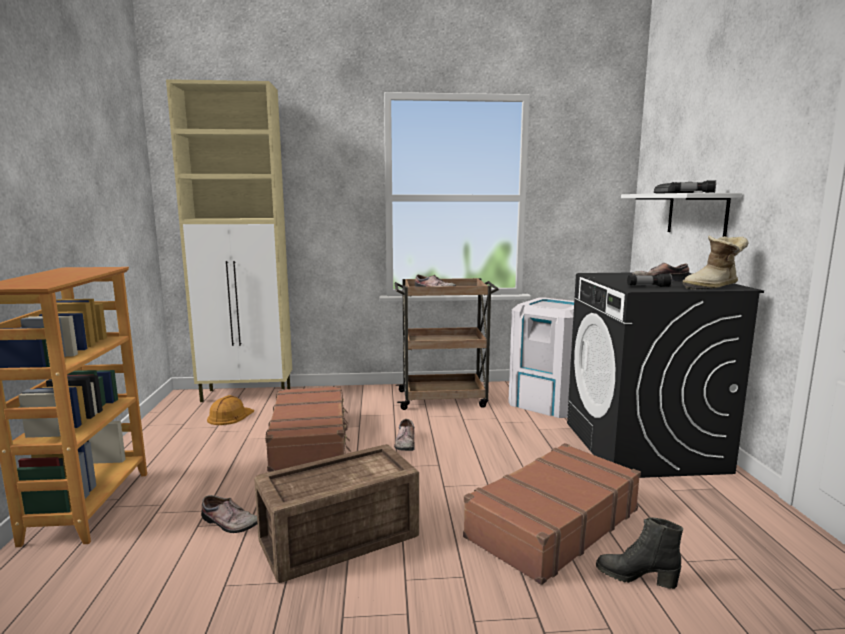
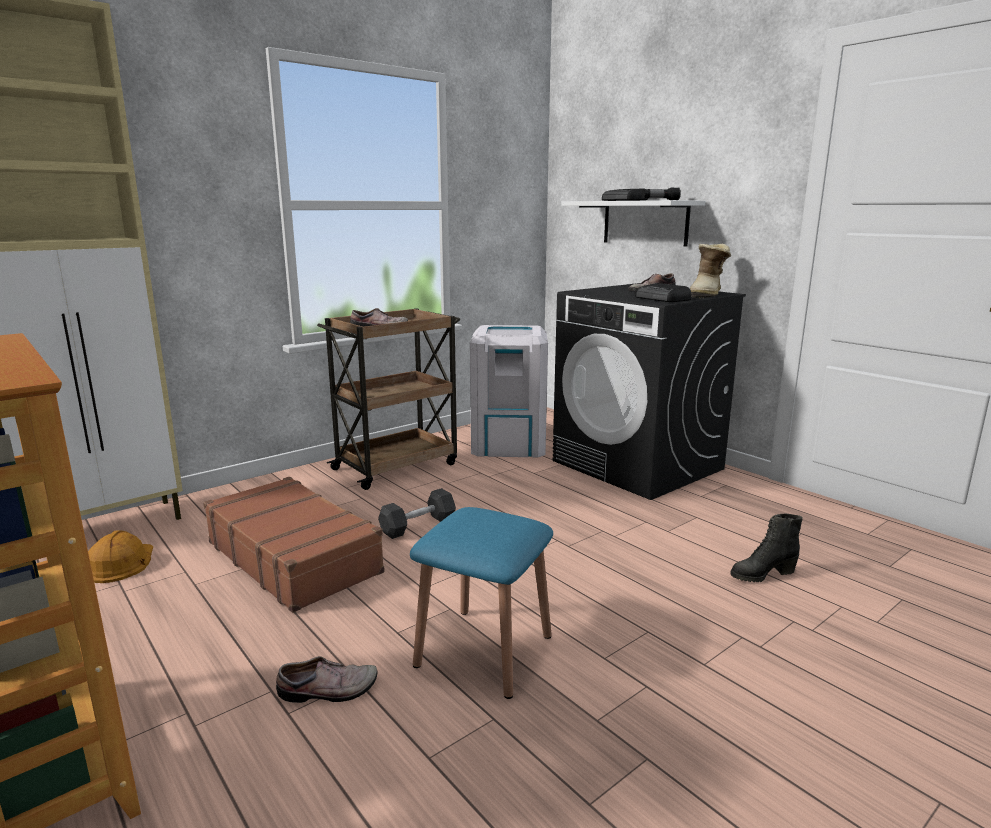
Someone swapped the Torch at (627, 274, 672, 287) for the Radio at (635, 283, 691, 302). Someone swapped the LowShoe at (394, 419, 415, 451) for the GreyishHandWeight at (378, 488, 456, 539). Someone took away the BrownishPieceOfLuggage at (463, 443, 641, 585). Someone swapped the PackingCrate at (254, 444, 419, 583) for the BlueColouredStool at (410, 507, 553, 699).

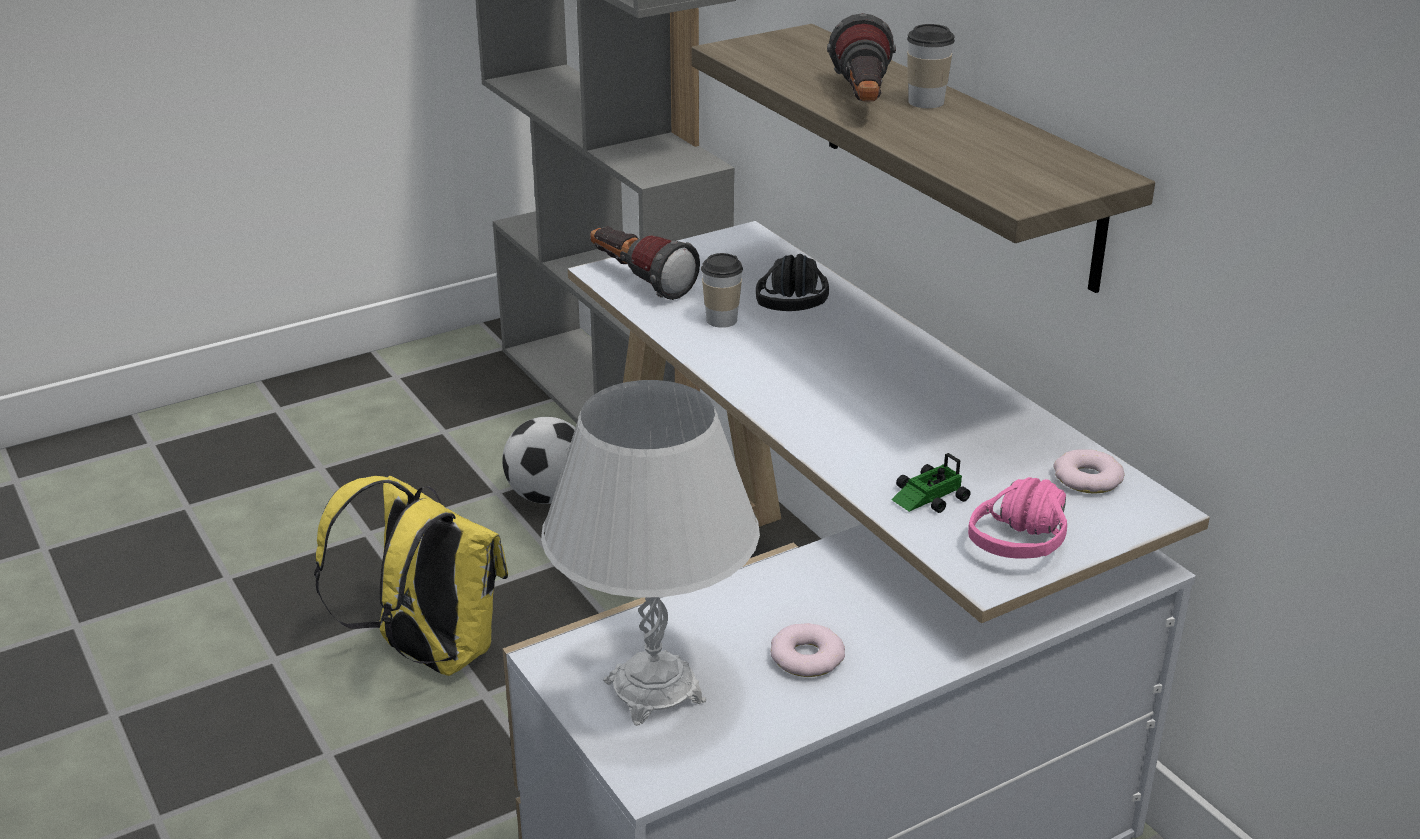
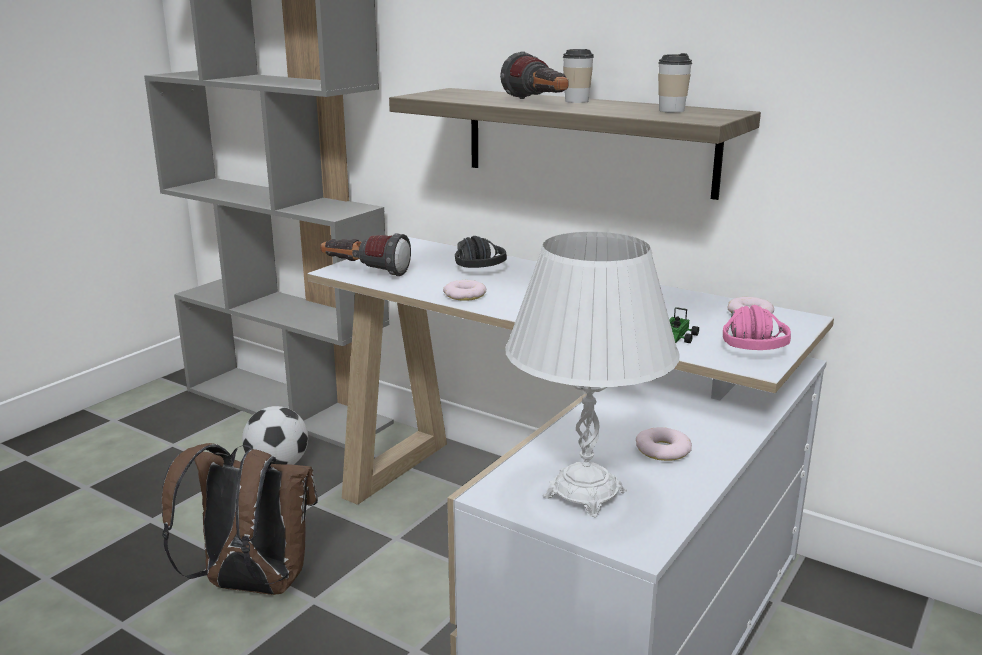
Someone carried the Cup from (701, 253, 743, 328) to (658, 53, 692, 113). Someone repainted the YellowishKnapsack at (314, 475, 508, 676), which became the BrownishKnapsack at (162, 443, 318, 595). Someone put down the Doughnut at (443, 280, 486, 301).

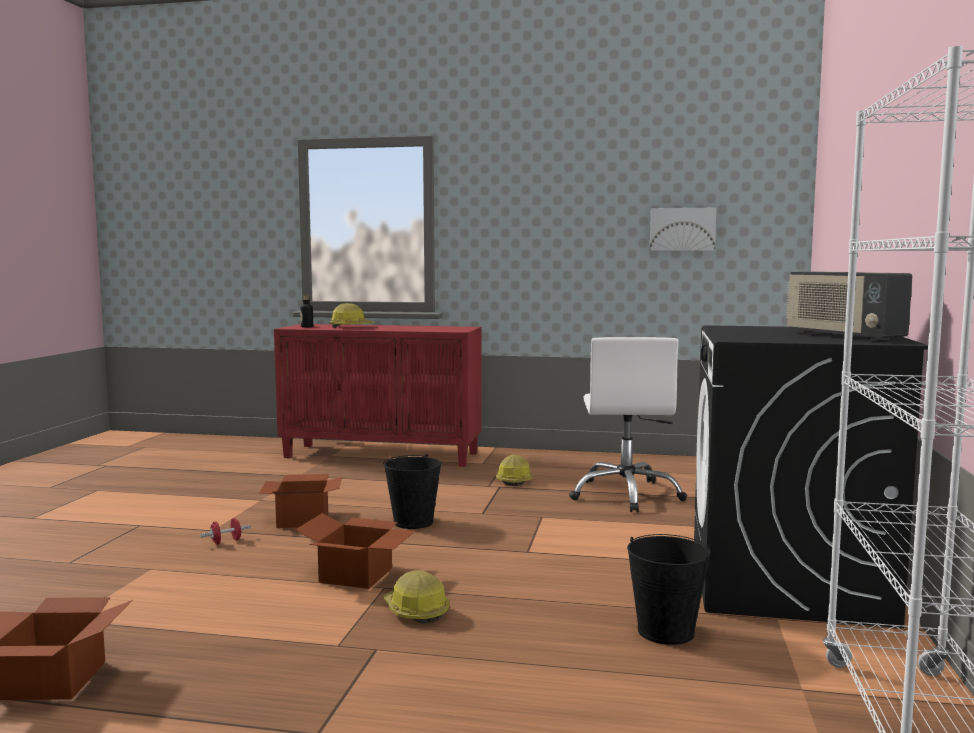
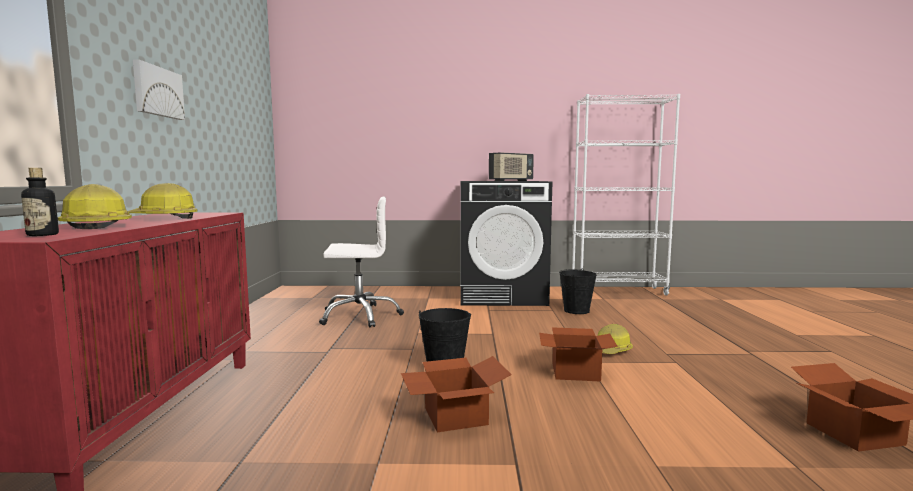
Someone carried the WallPicture from (650, 208, 716, 251) to (133, 60, 185, 120). Someone carried the WorkHelmet from (495, 455, 533, 486) to (127, 183, 198, 219). Someone took away the RedColouredHandWeight at (200, 518, 250, 544).

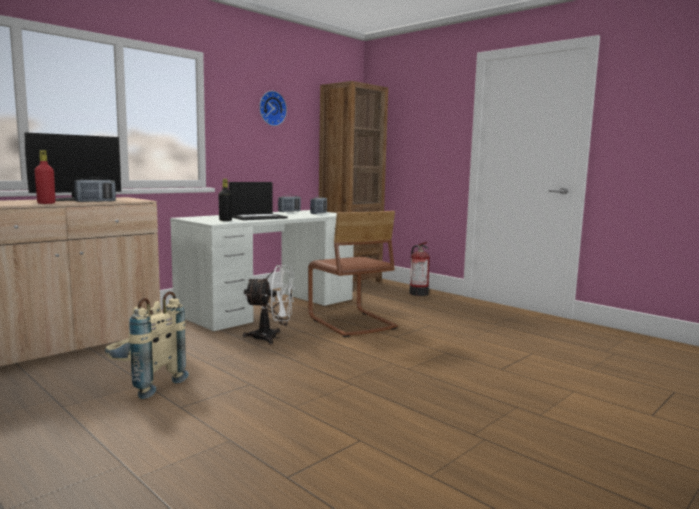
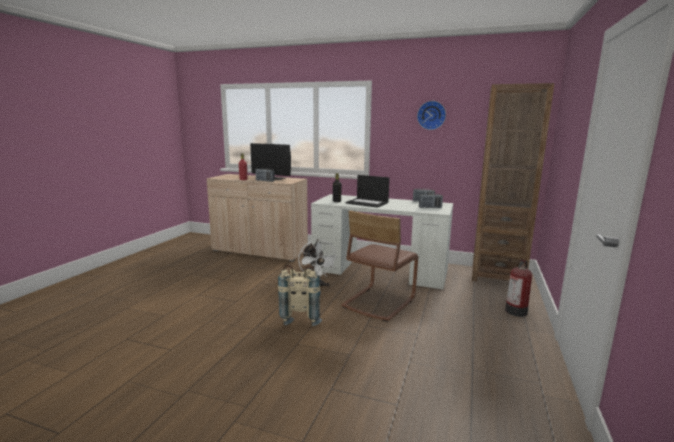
Someone carried the SandColouredKnapsack from (105, 291, 189, 399) to (278, 265, 322, 326).

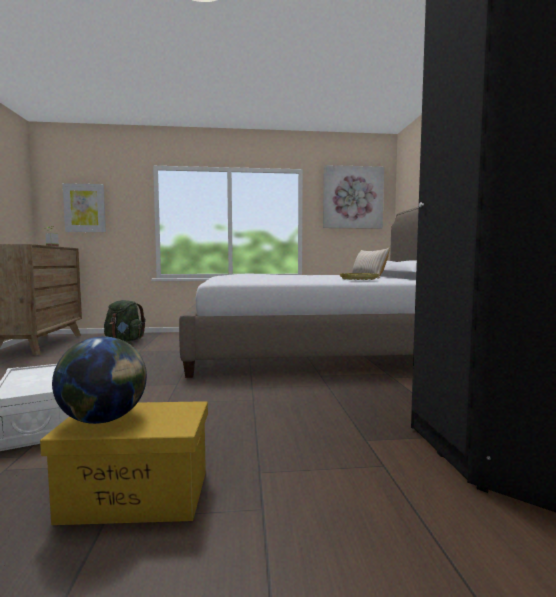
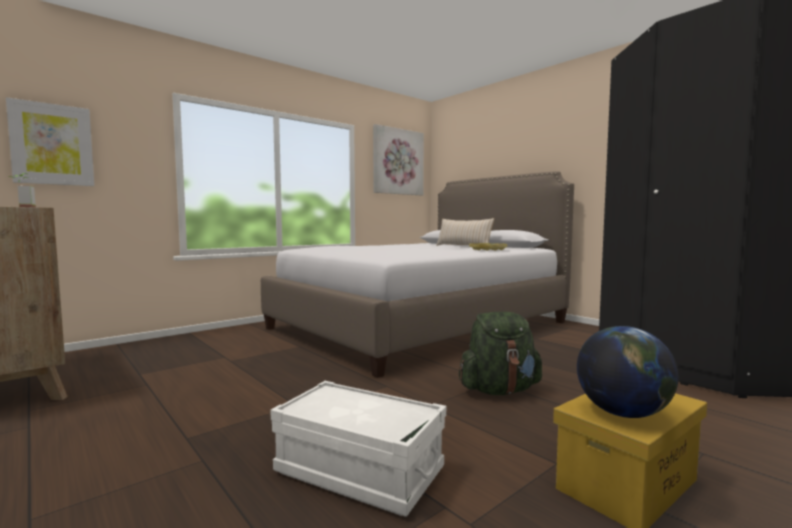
Someone carried the GreenKnapsack from (104, 300, 146, 342) to (459, 312, 542, 395).

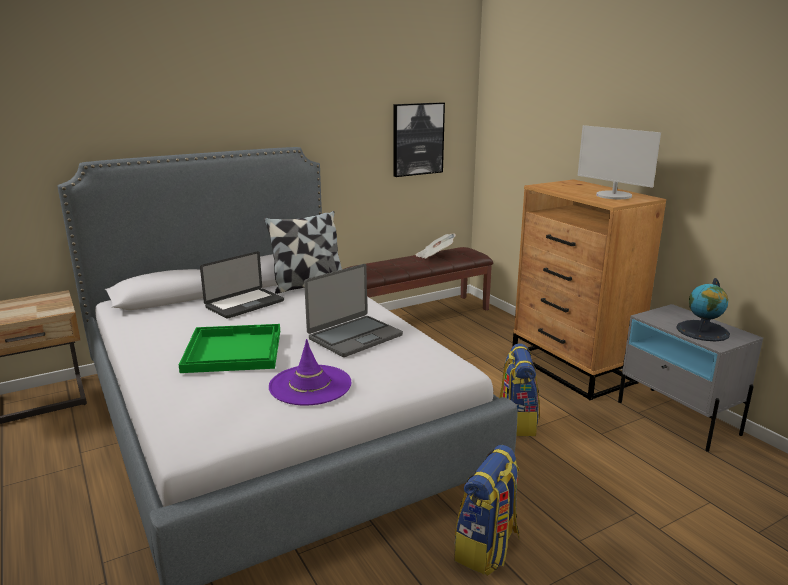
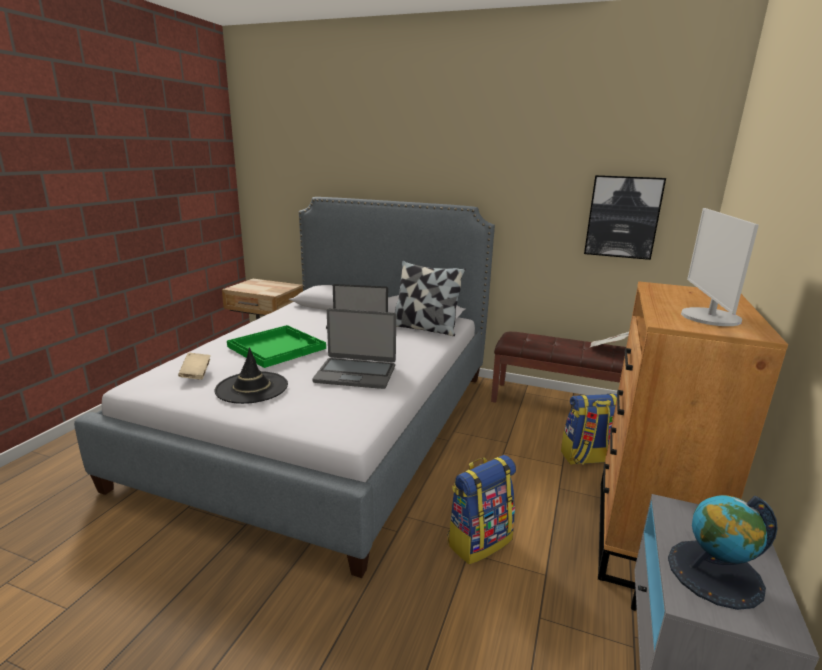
Someone repainted the PurplishWearableHat at (269, 339, 351, 406), which became the BlackWearableHat at (215, 347, 288, 404). Someone carried the Knapsack from (454, 445, 520, 576) to (561, 394, 617, 465). Someone put down the SandColouredVolume at (178, 353, 211, 380).

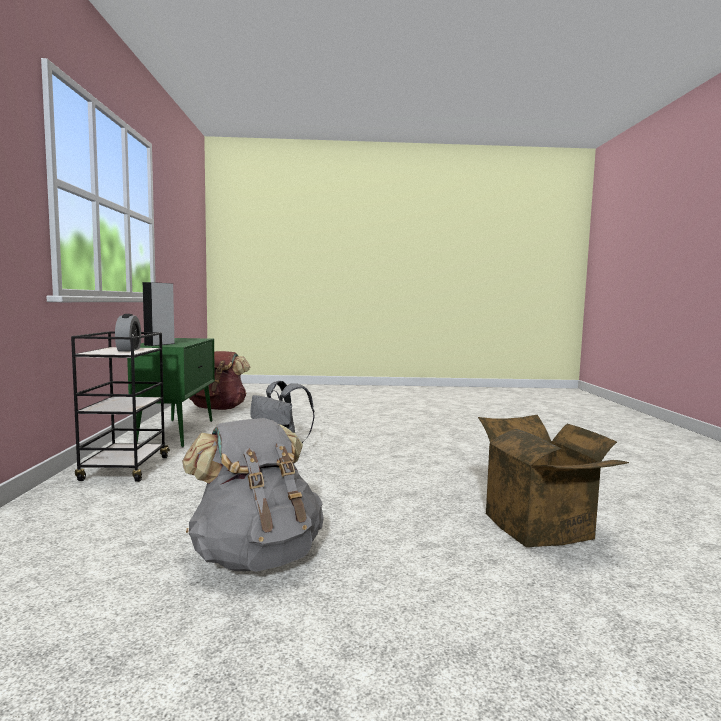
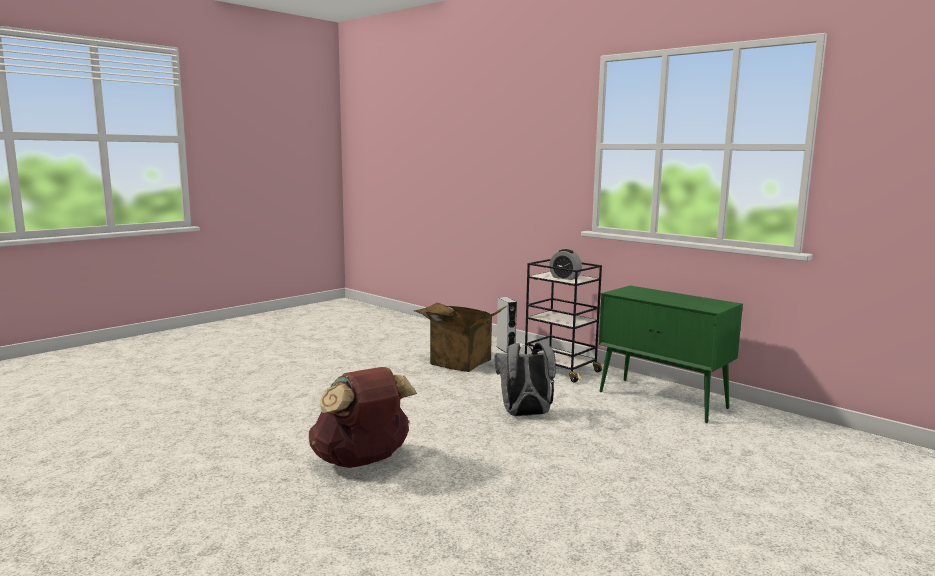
Someone carried the GreyishSpeaker from (143, 282, 175, 346) to (497, 297, 517, 354). Someone carried the BrownishKnapsack from (189, 351, 250, 410) to (309, 367, 417, 468). Someone carried the PackingBox from (478, 415, 629, 547) to (414, 303, 507, 372). Someone took away the GreyishKnapsack at (182, 418, 324, 572).

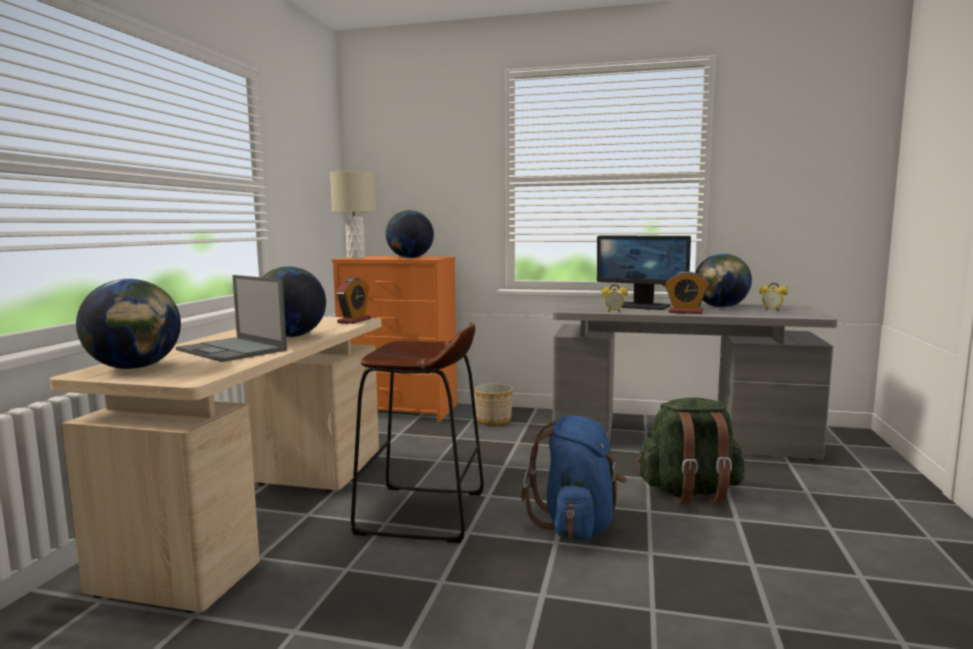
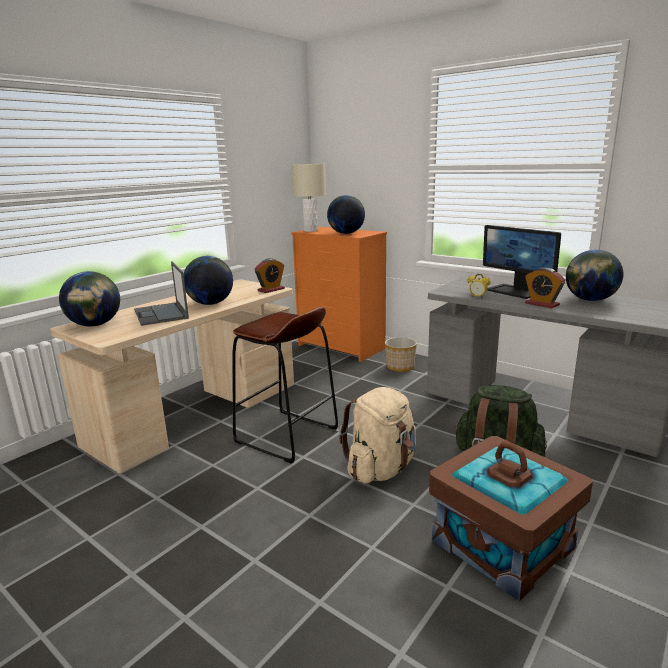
Someone took away the BedsideClock at (759, 283, 788, 311). Someone repainted the BlueColouredKnapsack at (521, 416, 627, 540), which became the SandColouredKnapsack at (339, 387, 416, 483). Someone put down the BrownishStorageBox at (429, 436, 593, 601).

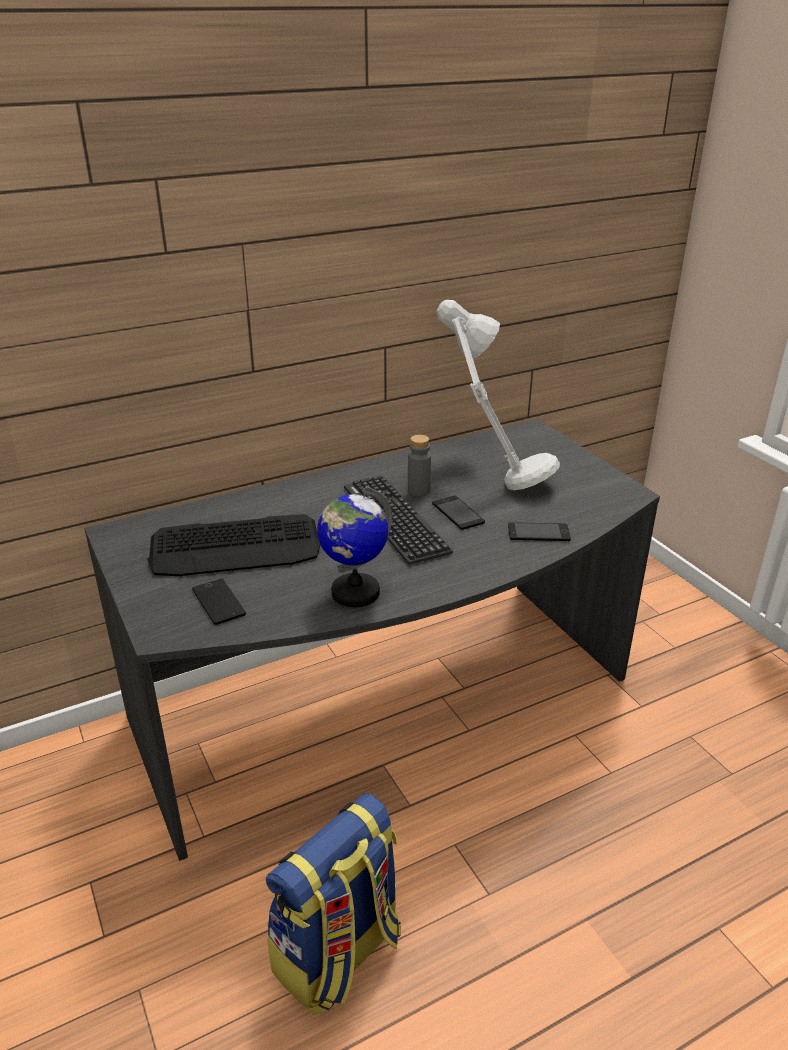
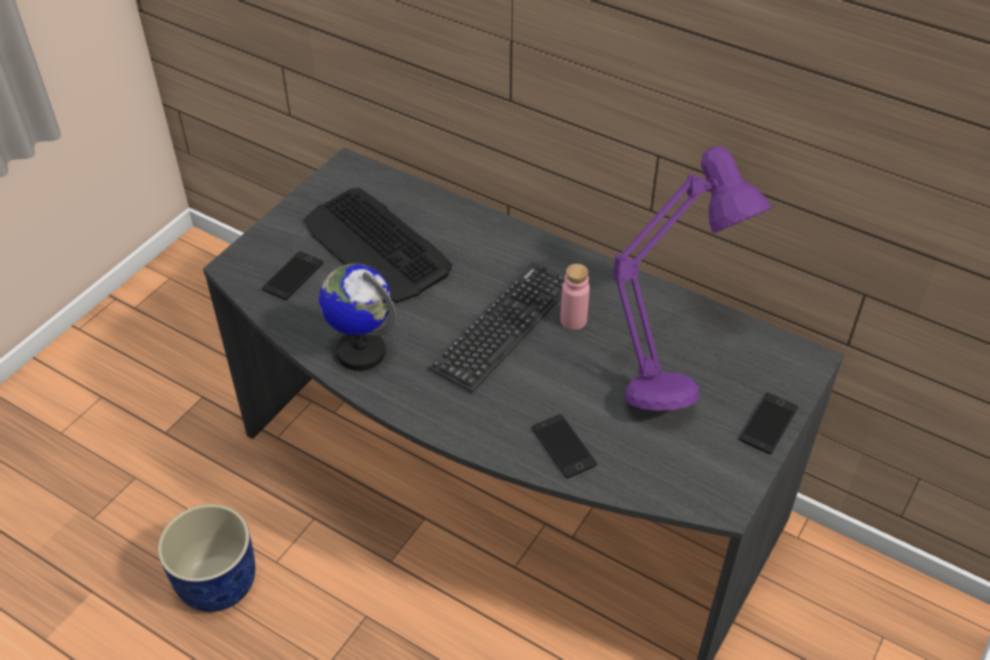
Someone repainted the GreyishLampForATable at (437, 300, 560, 490), which became the PurplishLampForATable at (613, 146, 771, 411). Someone repainted the GreyishDrinkBottle at (408, 435, 431, 496), which became the PinkDrinkBottle at (560, 264, 590, 330). Someone carried the Handset from (432, 496, 485, 530) to (739, 393, 798, 454). Someone swapped the Knapsack at (266, 793, 401, 1015) for the BlueColouredPlanter at (158, 504, 255, 612).

